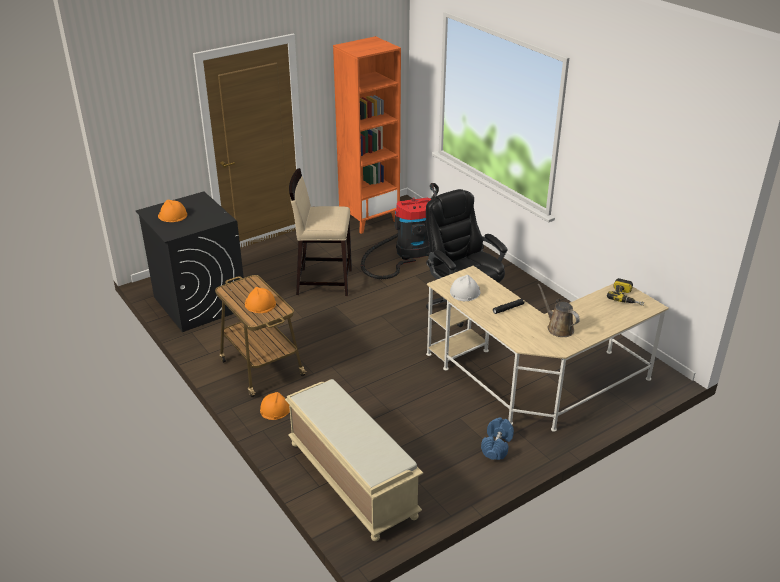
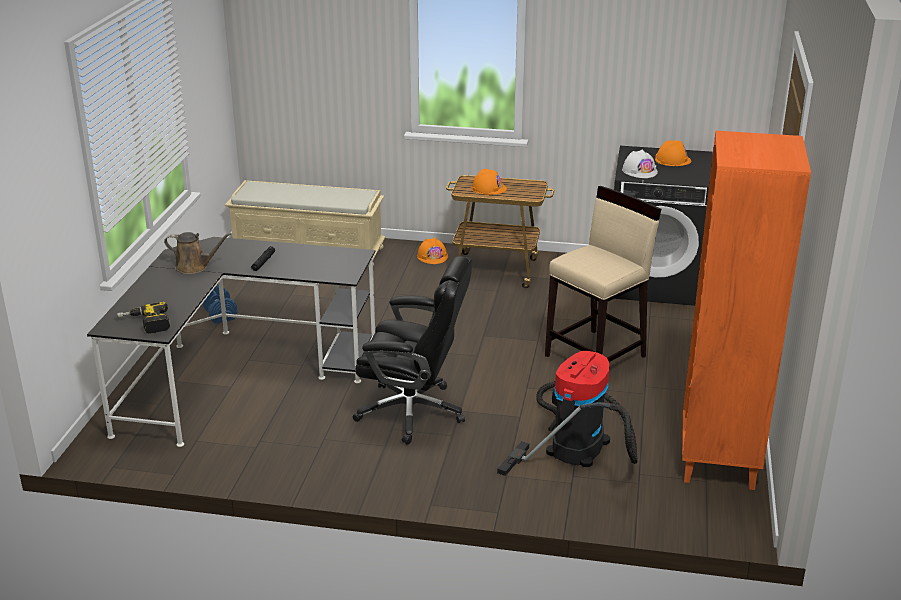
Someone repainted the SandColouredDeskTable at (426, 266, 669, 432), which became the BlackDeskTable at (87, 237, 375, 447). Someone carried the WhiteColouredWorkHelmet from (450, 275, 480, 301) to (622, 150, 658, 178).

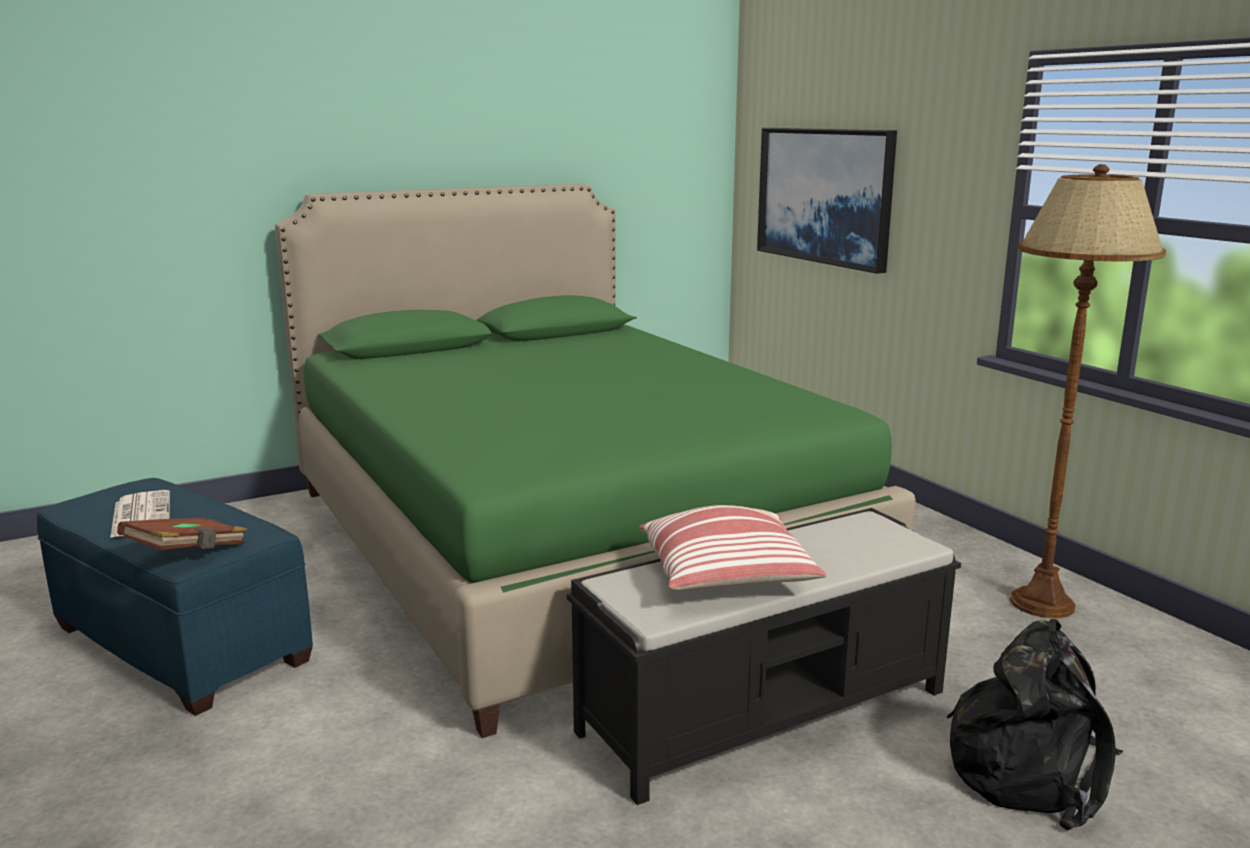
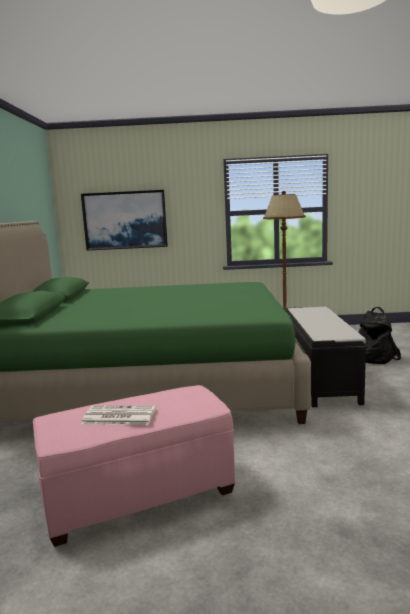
Someone repainted the BlueColouredPouffe at (37, 478, 313, 716), which became the PinkPouffe at (33, 385, 235, 547). Someone took away the Cushion at (639, 505, 827, 591). Someone took away the BrownishVolume at (117, 518, 248, 550).

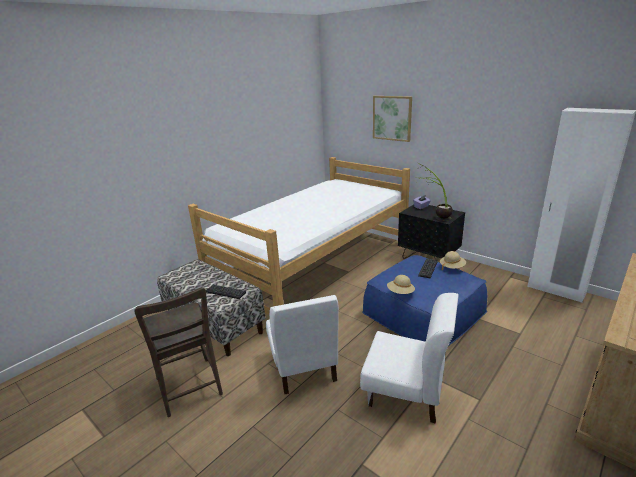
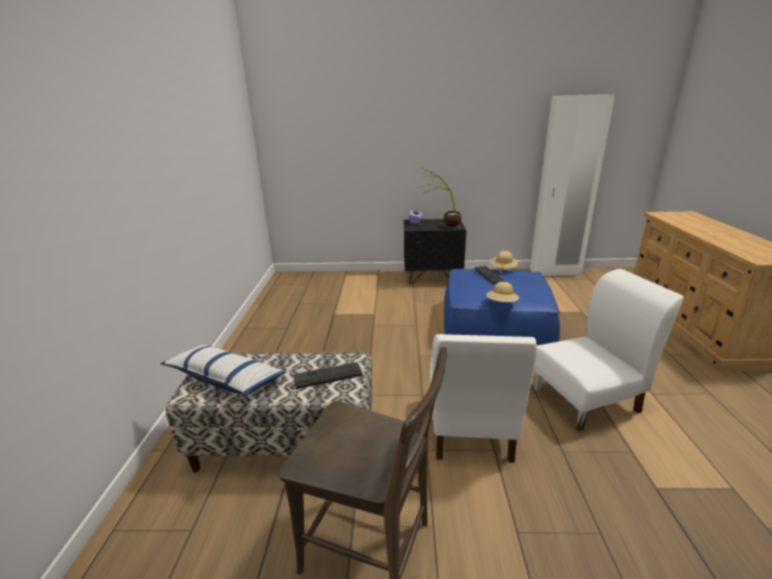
Someone took away the WallPicture at (373, 96, 412, 142). Someone took away the BedroomBed at (188, 157, 410, 315). Someone rotated the WhiteColouredChair at (266, 295, 339, 394) by 60 degrees clockwise. Someone put down the Cushion at (160, 345, 286, 396).

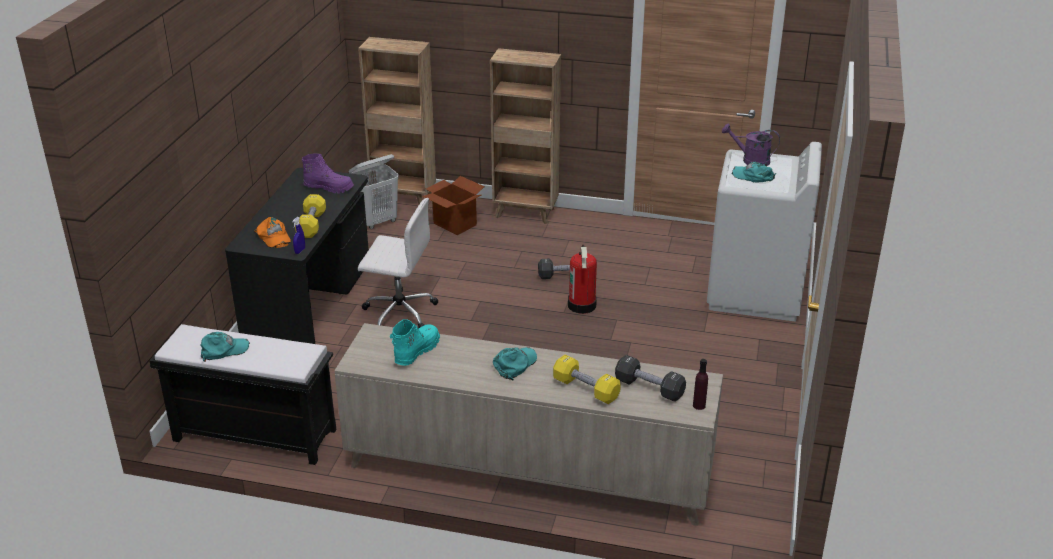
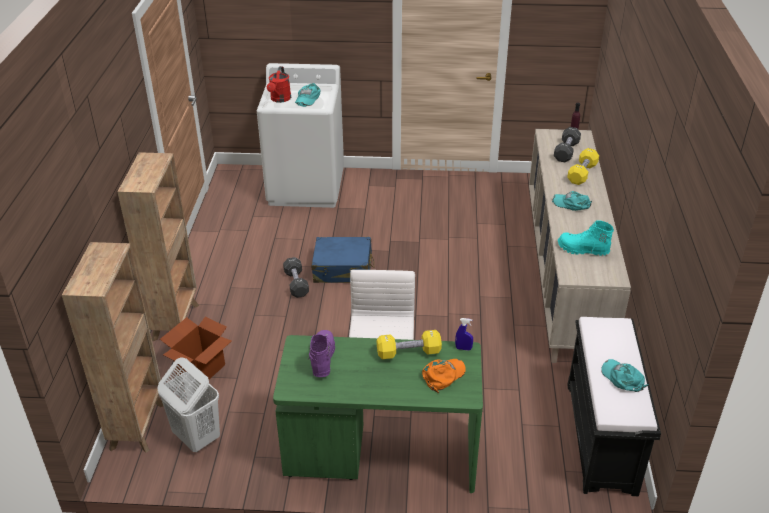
Someone repainted the PurplishSprinklingCan at (722, 124, 780, 166), which became the RedColouredSprinklingCan at (267, 66, 291, 103). Someone repainted the BlackDeskTable at (225, 168, 369, 344), which became the GreenDeskTable at (273, 335, 483, 493). Someone swapped the FireFightingCylinder at (568, 245, 597, 314) for the BlueColouredPieceOfLuggage at (312, 237, 374, 283).

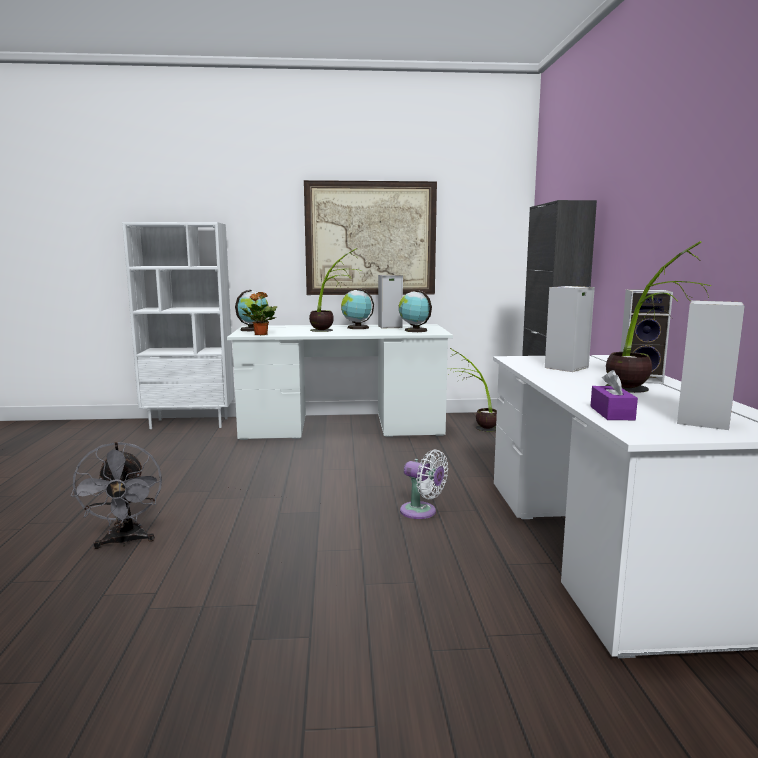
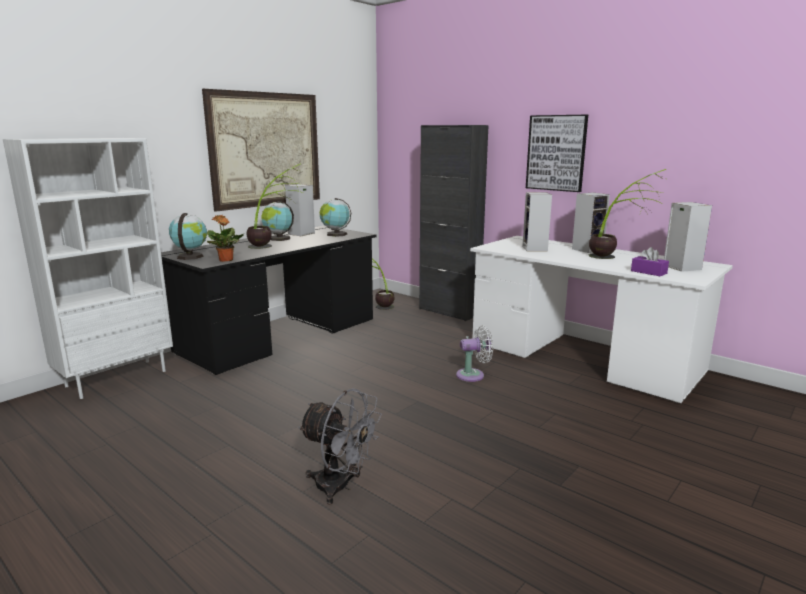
Someone repainted the WhiteColouredDeskTable at (227, 324, 453, 440), which became the BlackDeskTable at (161, 226, 377, 375). Someone put up the WallPicture at (526, 115, 588, 192).

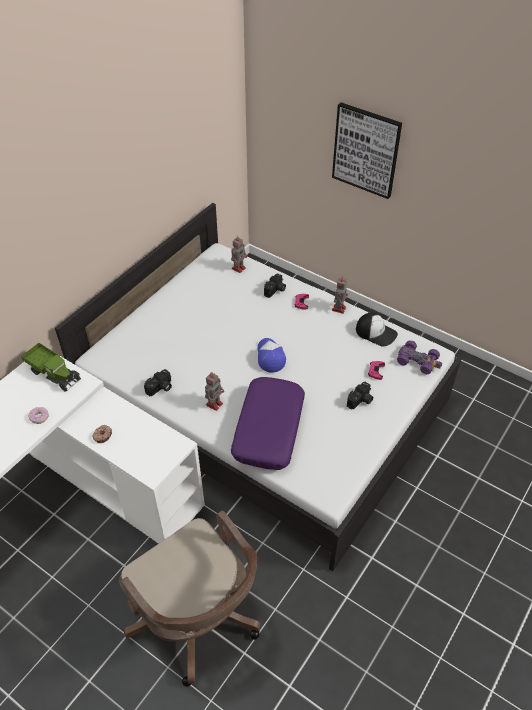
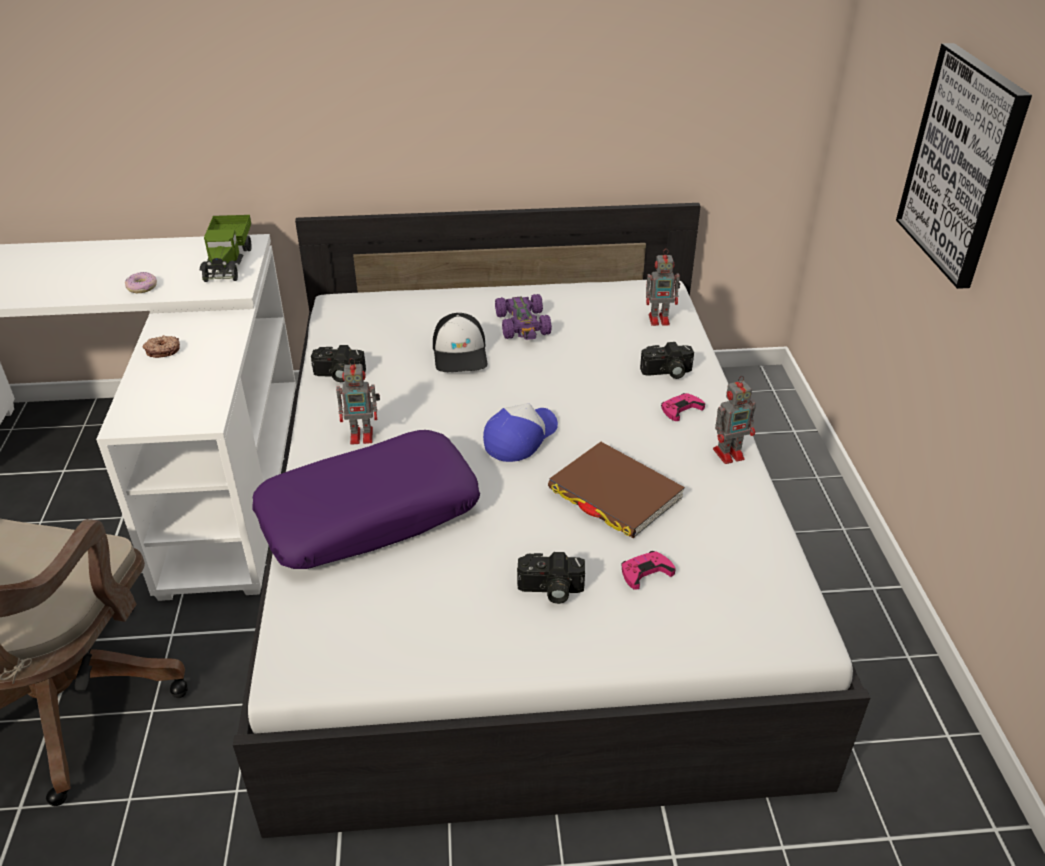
Someone carried the BaseballCap from (356, 312, 398, 347) to (433, 313, 487, 372). Someone carried the PurplishToyCar from (397, 340, 442, 375) to (495, 294, 552, 340). Someone put down the BrownishVolume at (548, 442, 685, 538).

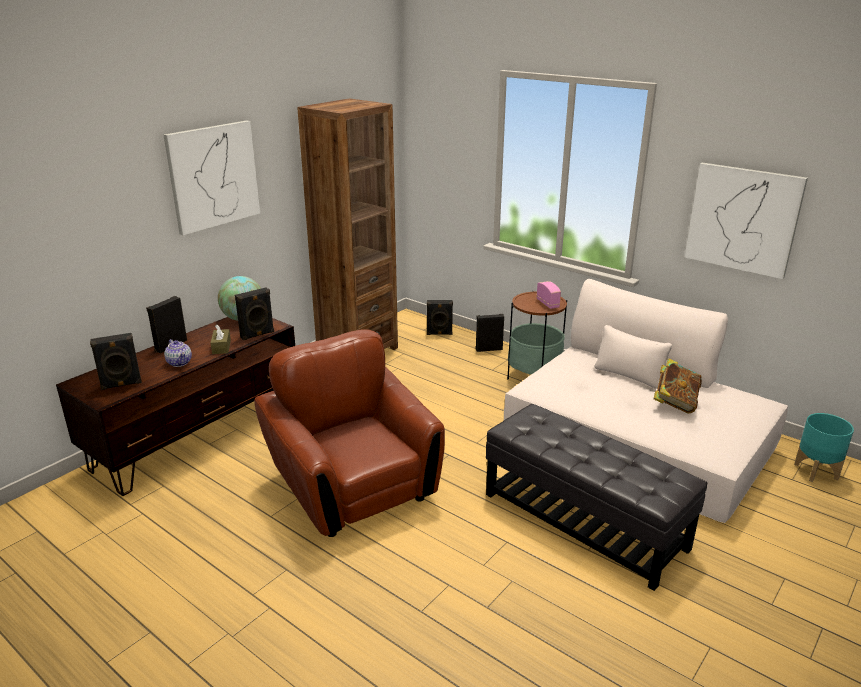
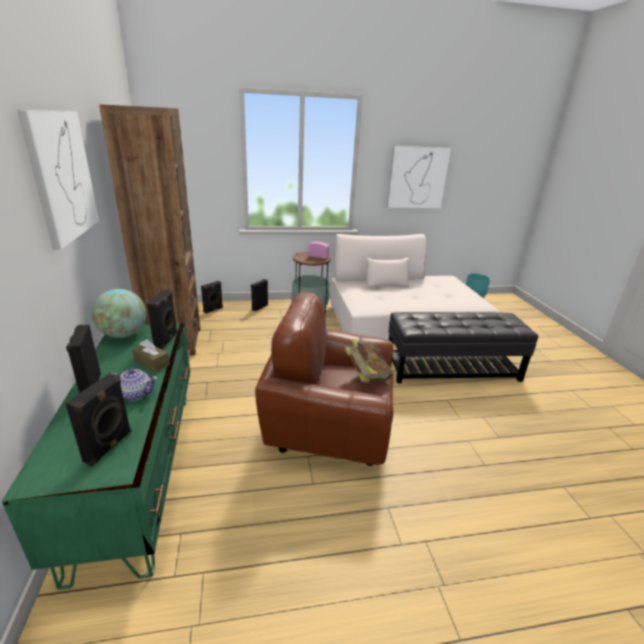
Someone repainted the BrownishTvStand at (56, 317, 295, 496), which became the GreenTvStand at (1, 323, 190, 590). Someone carried the Volume from (653, 358, 702, 414) to (344, 339, 393, 382).

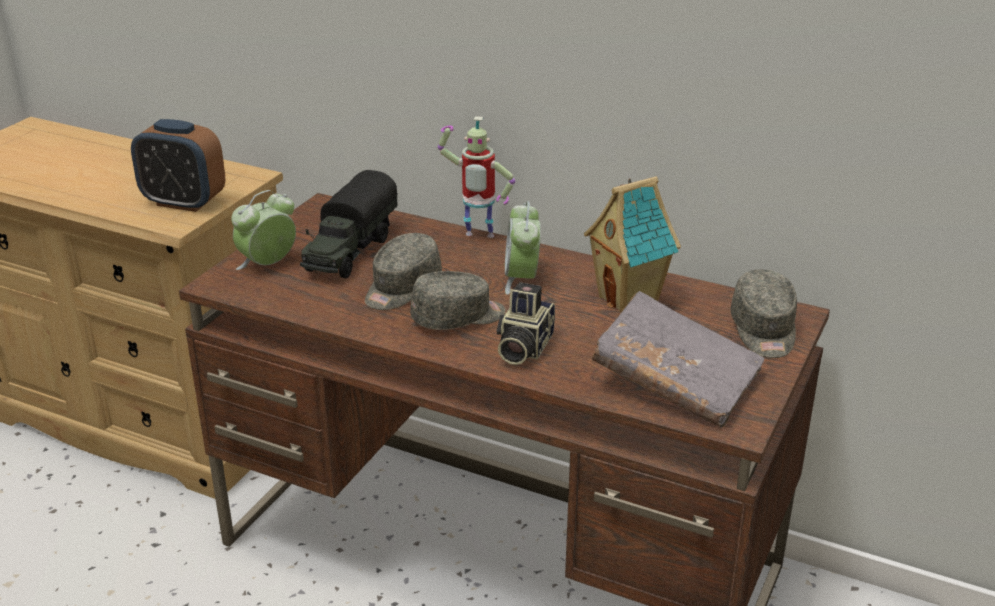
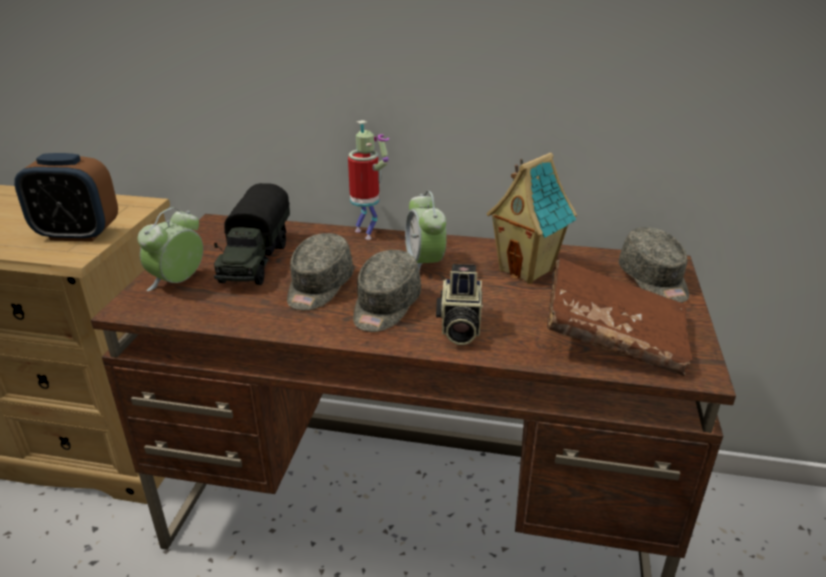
Someone rotated the RobotFigure at (438, 116, 515, 238) by 120 degrees counterclockwise. Someone rotated the GreyishBaseballCap at (410, 271, 506, 330) by 150 degrees clockwise. Someone repainted the GreyishVolume at (592, 291, 764, 428), which became the BrownishVolume at (547, 258, 692, 376).

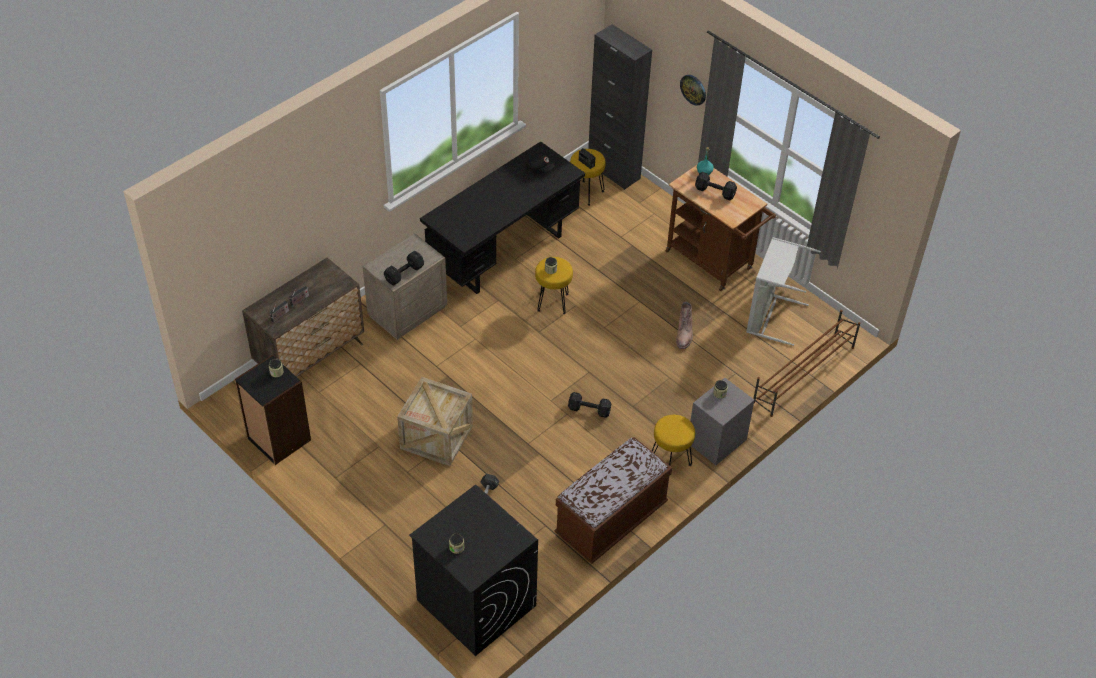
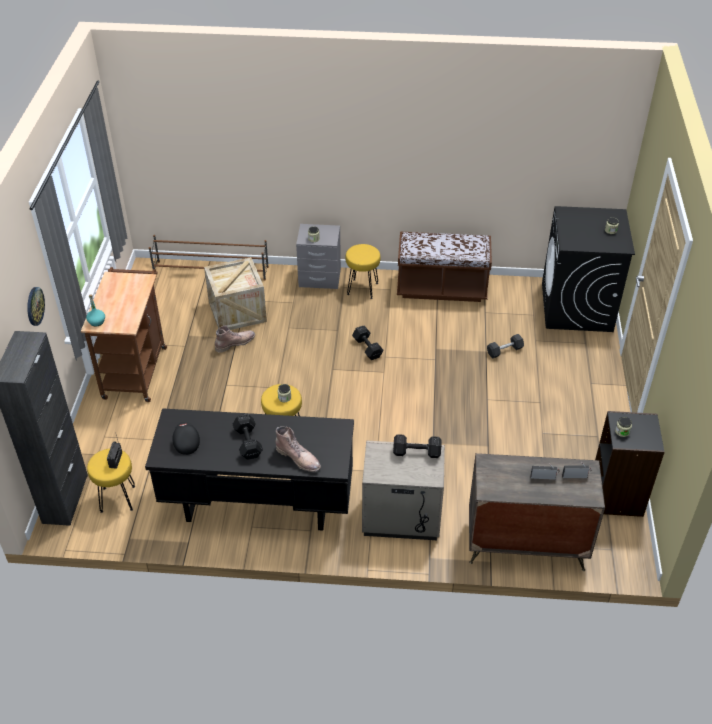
Someone carried the BlackHandWeight from (695, 172, 737, 200) to (233, 414, 263, 460). Someone took away the GreyishHamper at (746, 237, 821, 346). Someone carried the PackingCrate from (397, 377, 473, 466) to (204, 257, 267, 330). Someone put down the BrownishTallBoot at (276, 426, 321, 472).

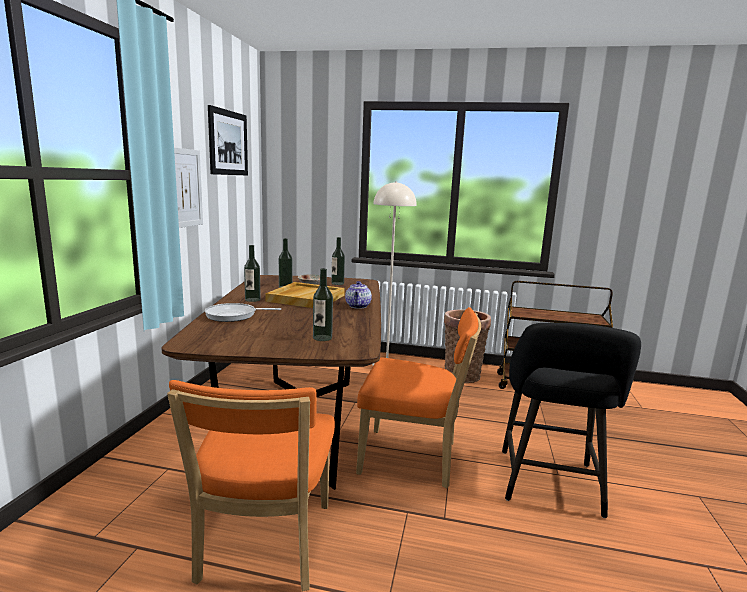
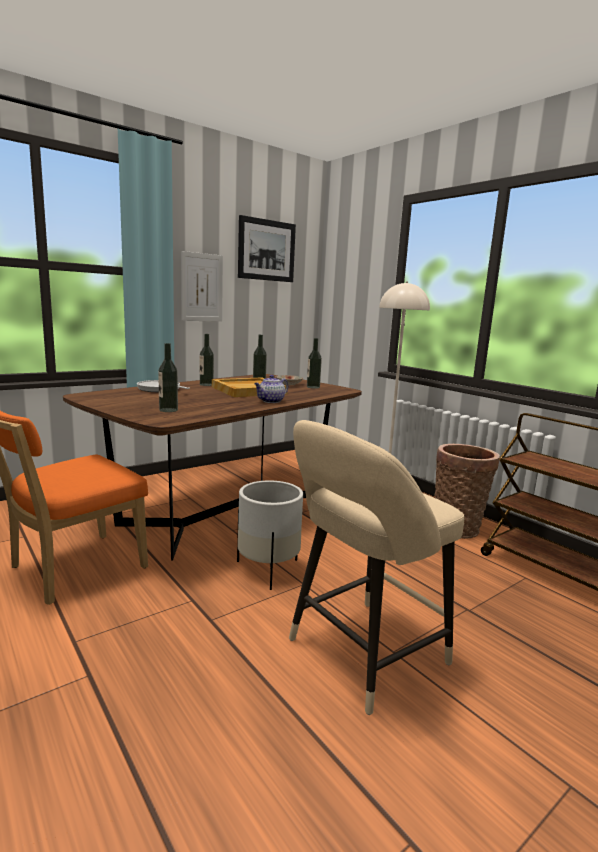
Someone swapped the OrangeColouredChair at (356, 307, 481, 488) for the WhiteColouredPlanter at (237, 480, 303, 590). Someone repainted the BlackStool at (502, 323, 641, 518), which became the SandColouredStool at (289, 420, 464, 715).

